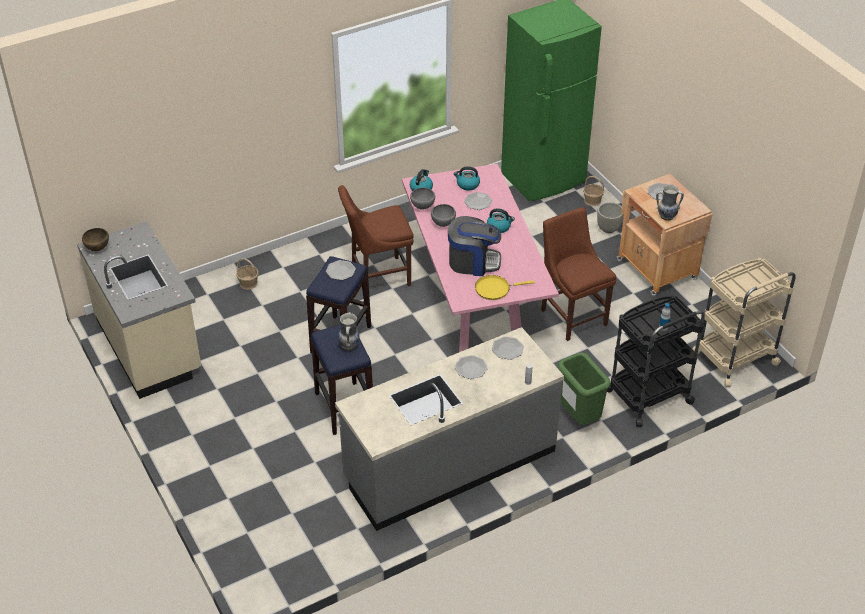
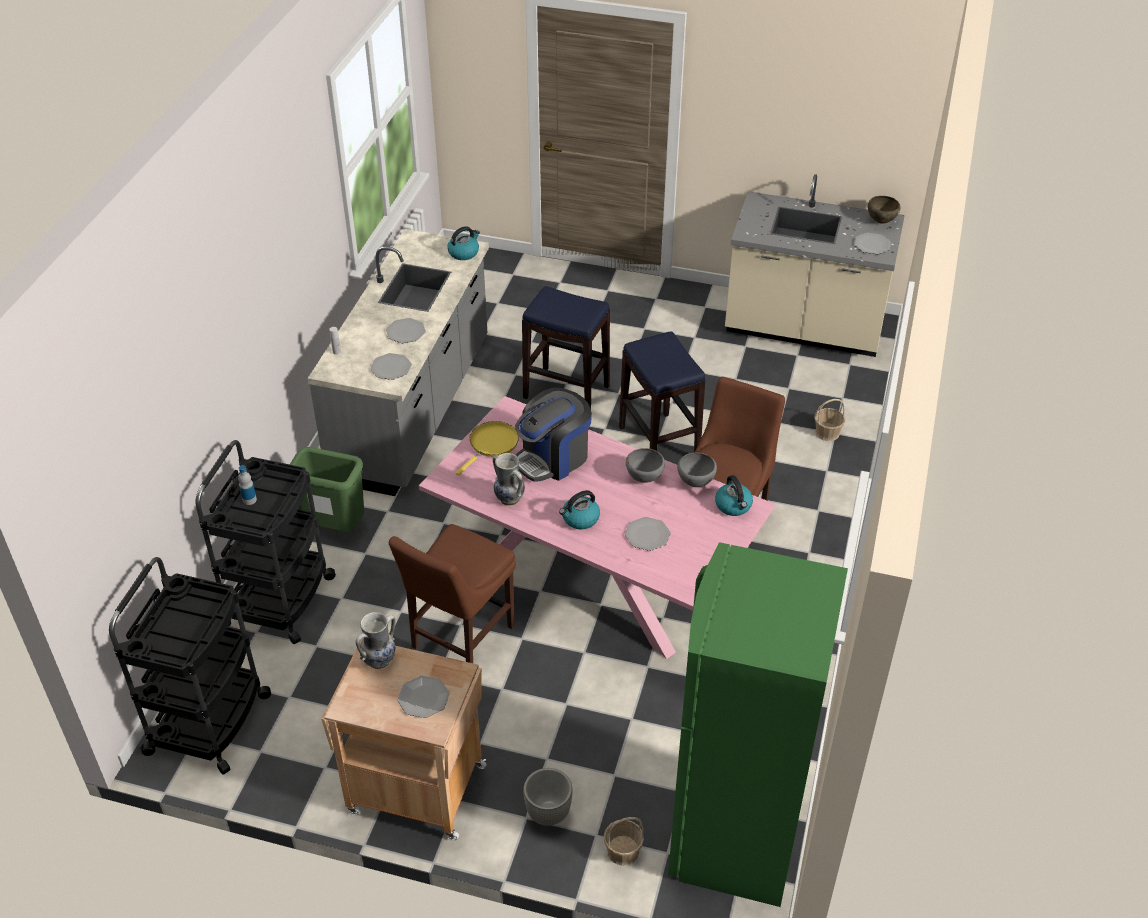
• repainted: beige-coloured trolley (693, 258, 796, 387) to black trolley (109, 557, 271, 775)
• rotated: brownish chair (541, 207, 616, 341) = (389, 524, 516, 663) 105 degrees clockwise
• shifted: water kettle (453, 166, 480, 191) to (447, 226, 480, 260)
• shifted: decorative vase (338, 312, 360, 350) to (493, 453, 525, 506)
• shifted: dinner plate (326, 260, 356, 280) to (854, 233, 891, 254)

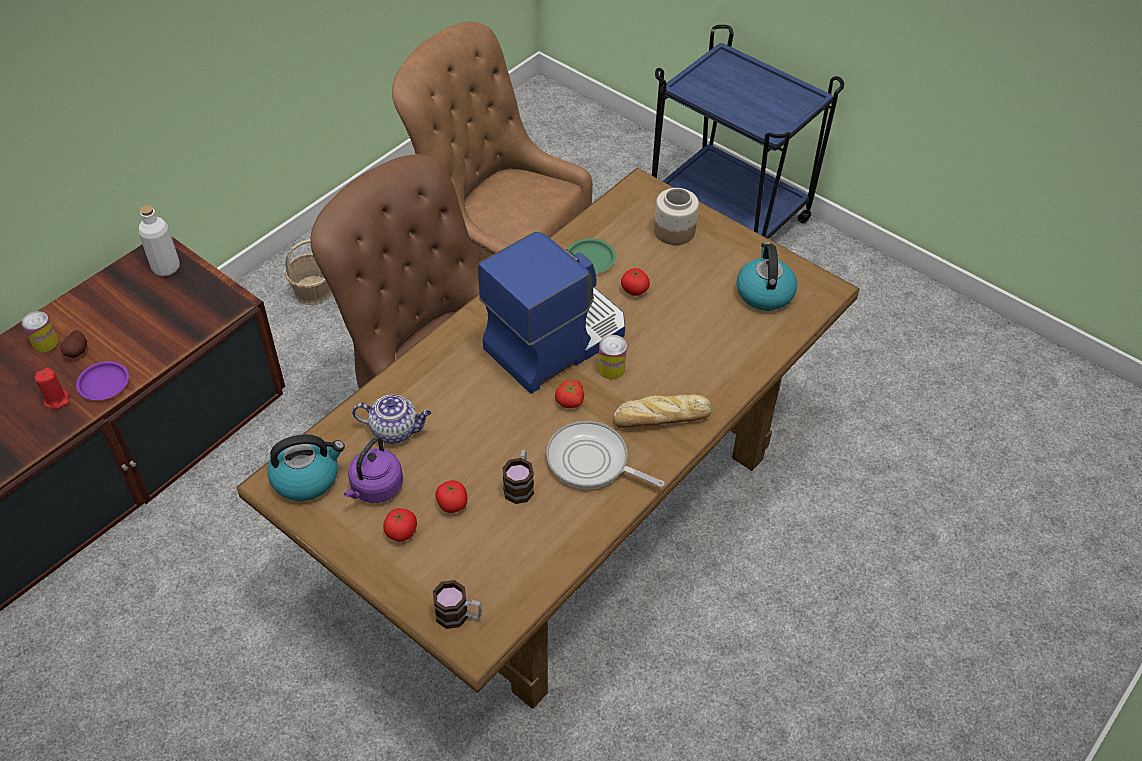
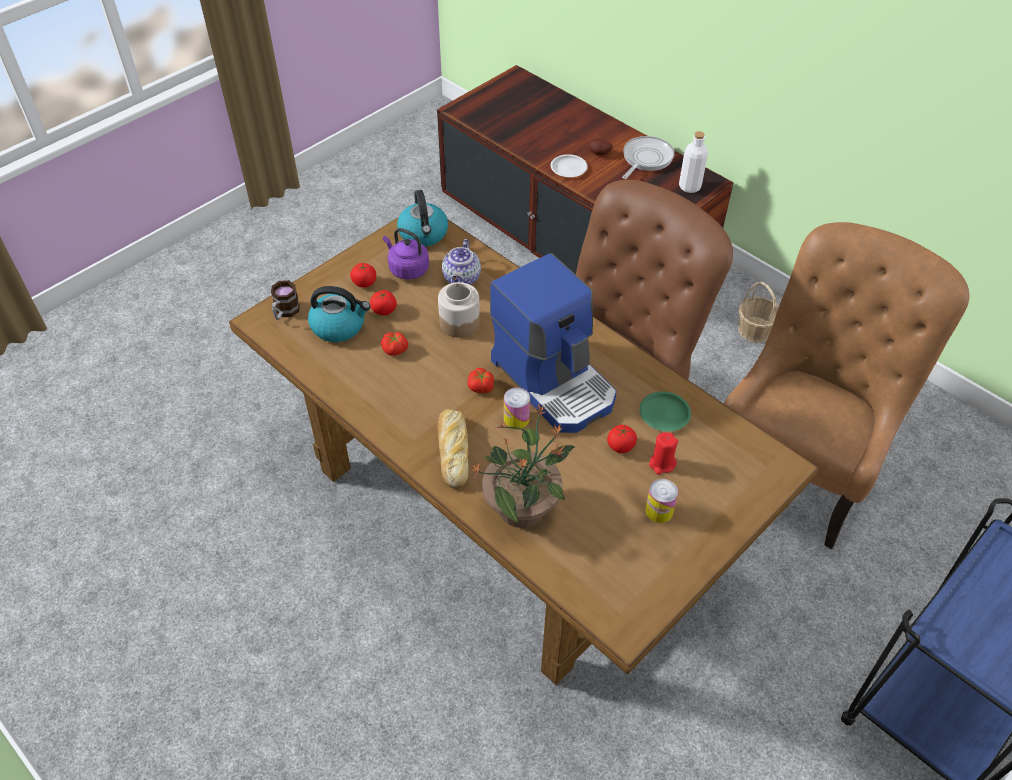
• shifted: water kettle (737, 242, 797, 311) to (308, 286, 370, 342)
• swapped: mug (502, 450, 534, 504) to tomato (381, 332, 408, 356)
• shifted: jar (654, 188, 699, 245) to (438, 282, 480, 338)
• new: houseplant (469, 404, 575, 528)
• repainted: purple-coloured dinner plate (76, 361, 129, 400) to whitish dinner plate (550, 154, 588, 177)
• shifted: pan (547, 421, 665, 489) to (622, 136, 675, 179)
• shifted: sealed can (22, 311, 58, 352) to (645, 479, 678, 523)
• shifted: red-coloured wax candle (35, 368, 69, 409) to (649, 432, 678, 475)

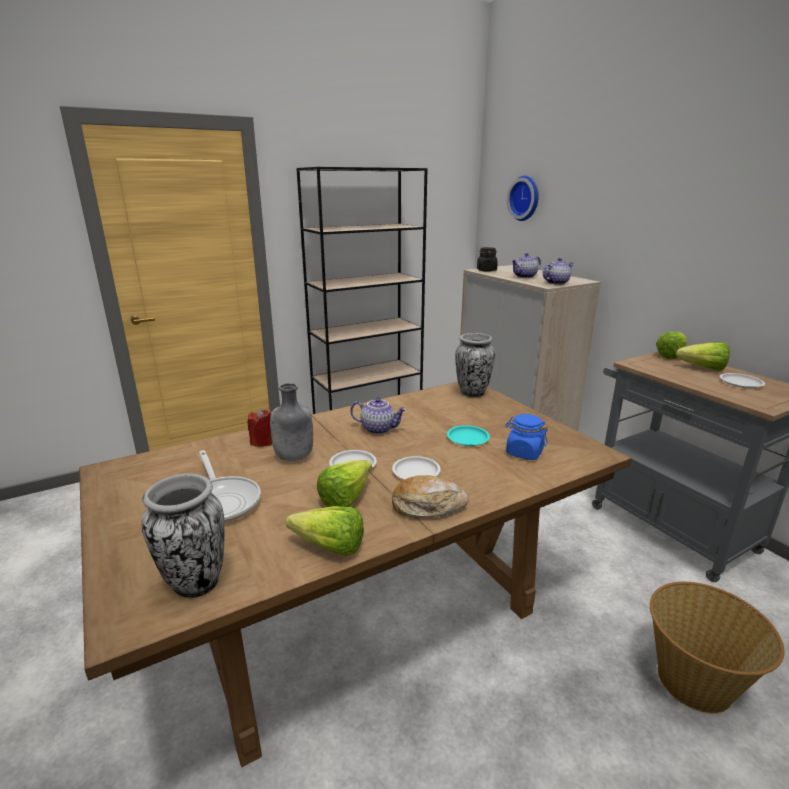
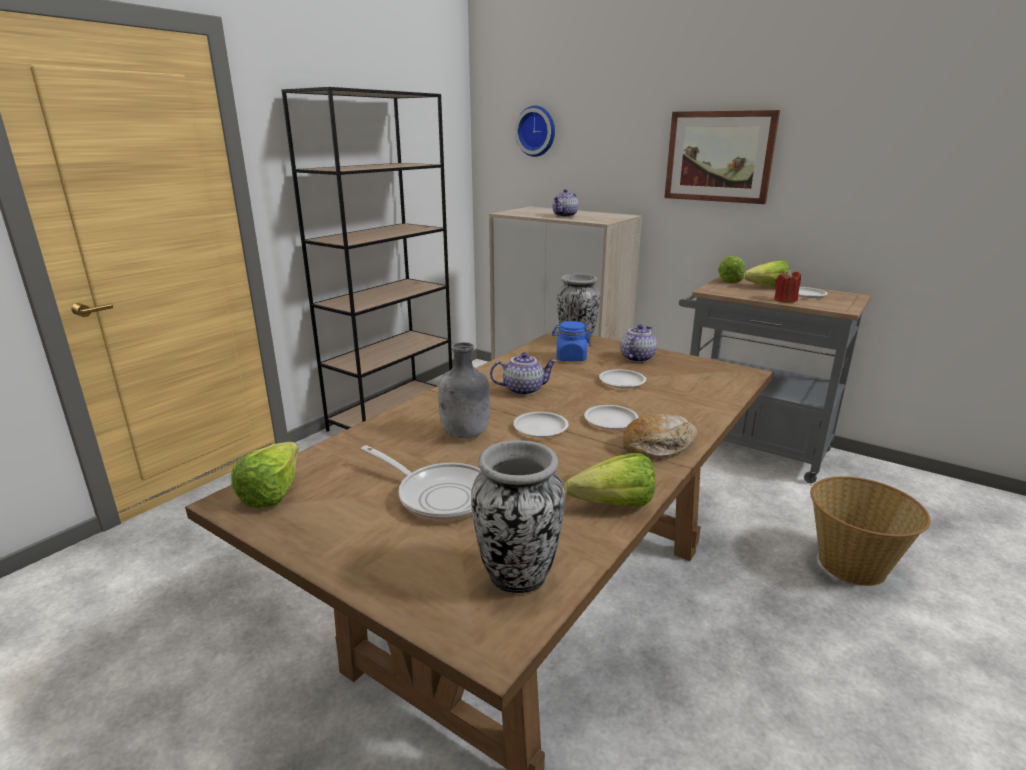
• shifted: lettuce (317, 460, 372, 507) to (231, 442, 299, 508)
• shifted: bluish jar (505, 414, 548, 460) to (552, 321, 591, 361)
• repainted: turquoise dinner plate (447, 425, 490, 446) to whitish dinner plate (599, 369, 646, 388)
• shifted: pot for tea (543, 258, 574, 285) to (620, 325, 657, 362)
• new: wall picture (664, 110, 780, 204)
• shifted: red-coloured wax candle (247, 409, 272, 447) to (774, 270, 801, 303)
• gone: black jar (477, 247, 498, 272)

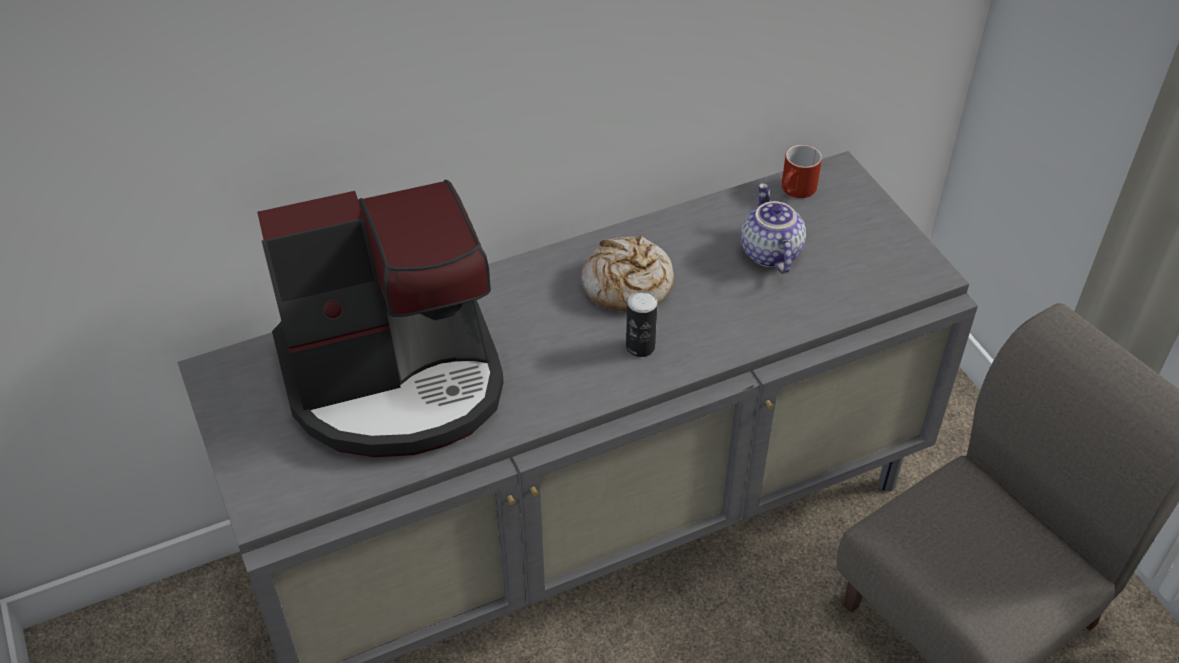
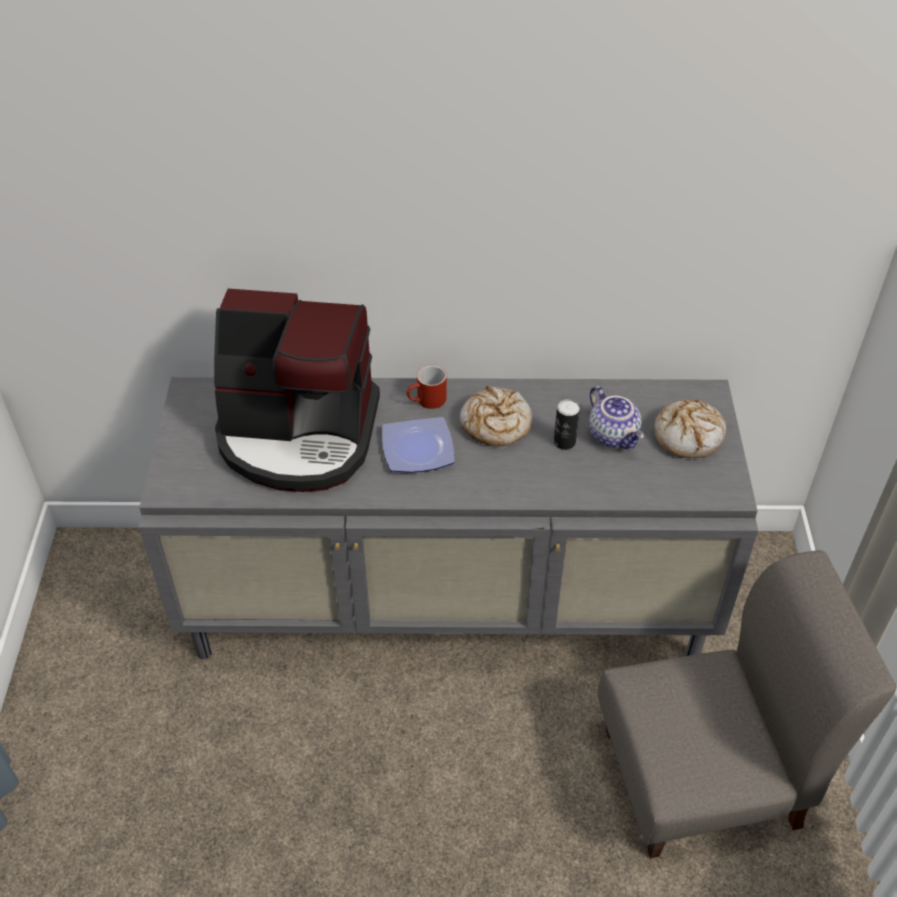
• new: dinner plate (382, 417, 454, 473)
• shifted: red-coloured mug (781, 144, 822, 198) to (407, 365, 446, 409)
• shifted: sealed can (626, 291, 658, 357) to (554, 399, 580, 450)
• rotated: pot for tea (741, 183, 806, 274) = (589, 386, 644, 449) 135 degrees clockwise
• new: bakery bread (654, 399, 726, 458)

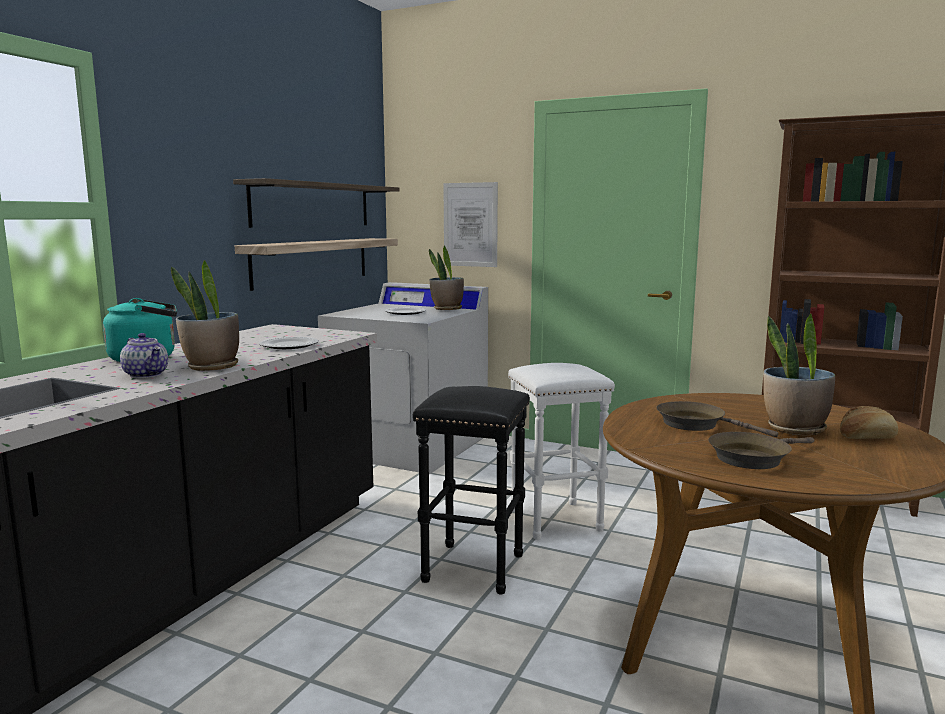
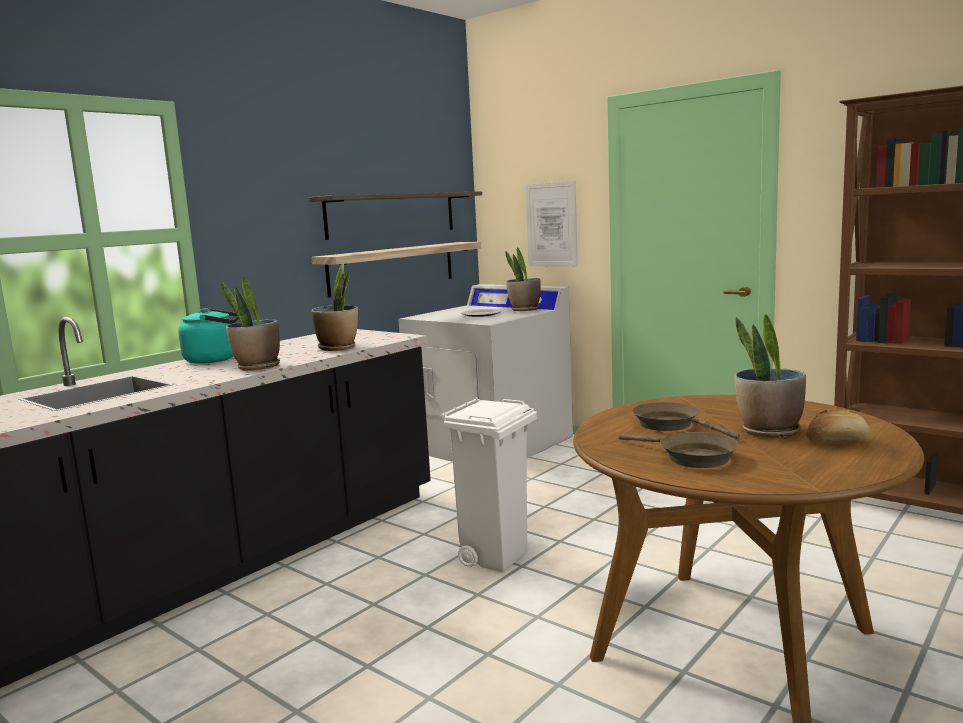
• swapped: dinner plate (259, 337, 319, 349) to houseplant (311, 262, 358, 351)
• swapped: black sitting stool (413, 386, 530, 595) to whitish rubbish bin (441, 397, 537, 572)
• rotated: brownish pan (708, 432, 814, 469) = (619, 432, 739, 468) 120 degrees counterclockwise
• gone: pot for tea (120, 333, 168, 378)
• gone: whitish sitting stool (508, 363, 615, 540)

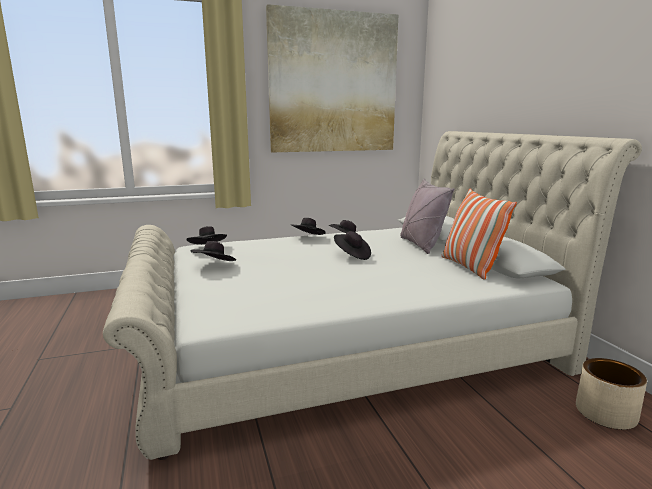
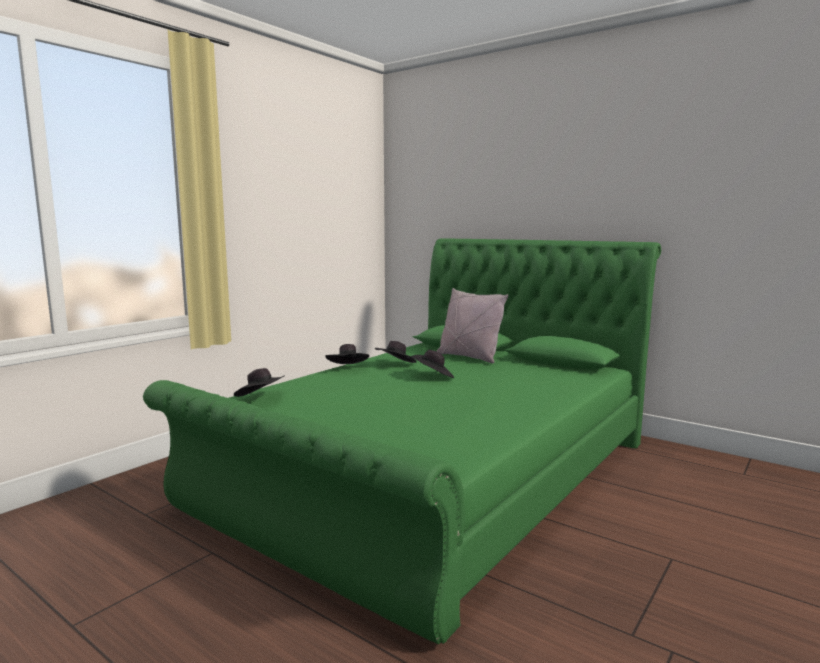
• repainted: beige-coloured sleeping bed (103, 131, 642, 460) to green sleeping bed (143, 238, 661, 644)
• gone: black hat (190, 241, 236, 261)
• gone: wall picture (266, 4, 398, 152)
• gone: throw pillow (442, 189, 517, 280)
• gone: beige-coloured plant pot (576, 358, 647, 430)

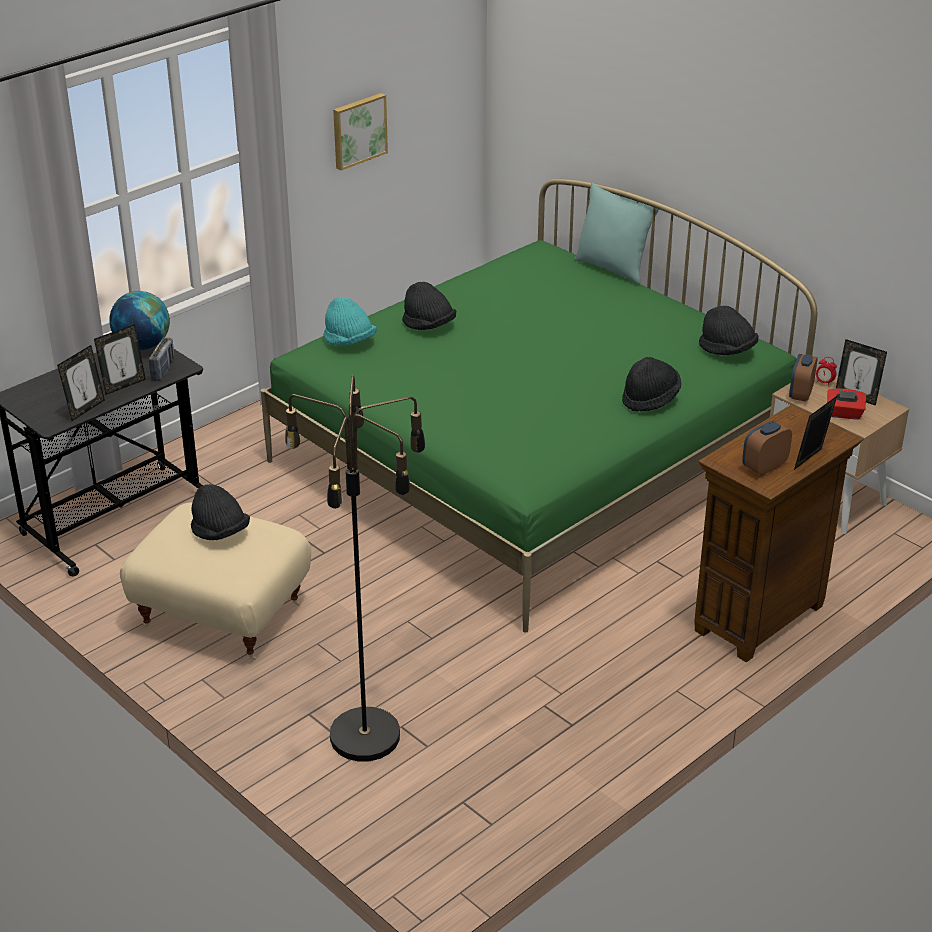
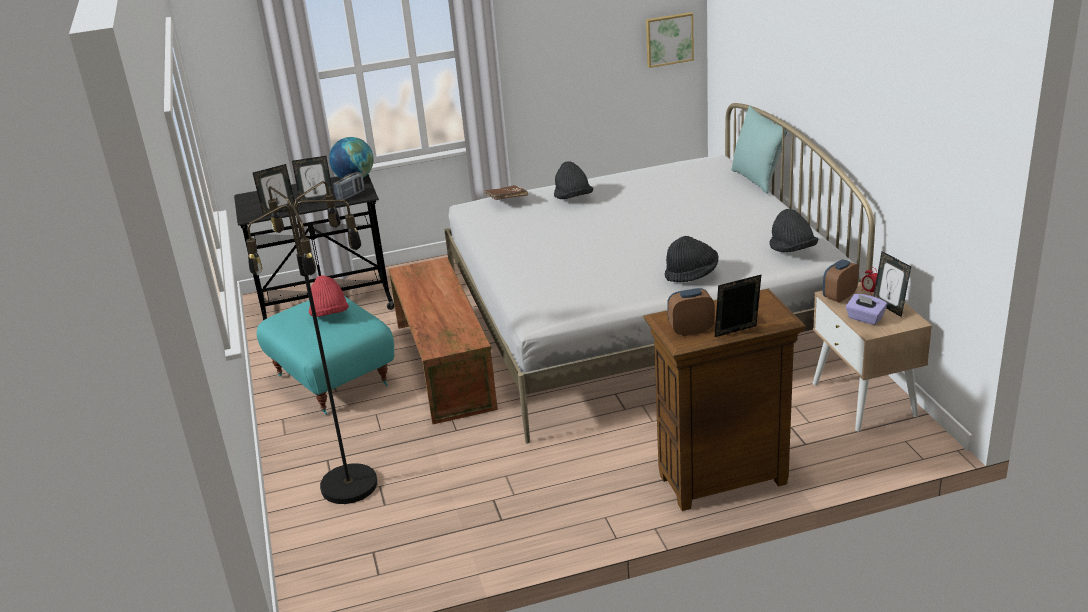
• repainted: beige-coloured pouffe (120, 502, 311, 660) to turquoise pouffe (257, 296, 394, 415)
• repainted: black hat (191, 484, 250, 540) to red-coloured hat (309, 275, 349, 317)
• new: brownish bench (388, 257, 498, 424)
• repainted: green sleeping bed (261, 178, 817, 633) to whitish sleeping bed (444, 103, 875, 444)
• swapped: turquoise hat (323, 297, 377, 346) to brownish bound book (484, 185, 528, 200)
• shifted: wall picture (333, 93, 388, 170) to (646, 12, 694, 68)
• repainted: red-coloured tissue holder (827, 389, 866, 419) to purple-coloured tissue holder (846, 294, 887, 325)

